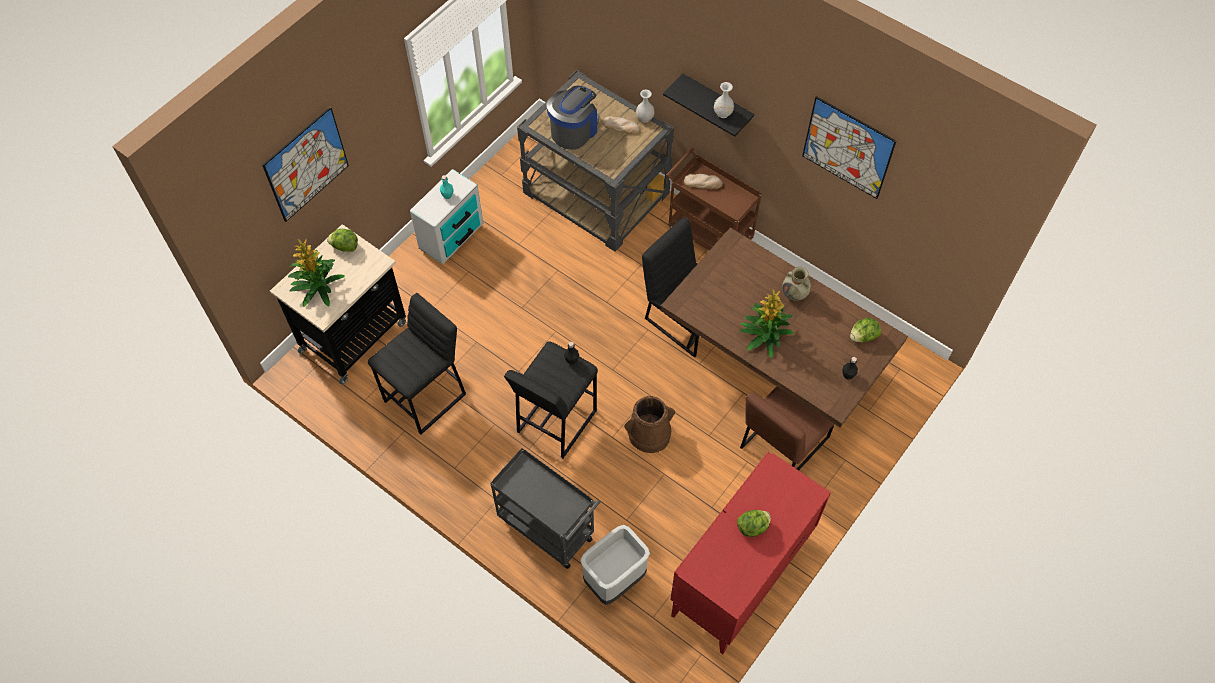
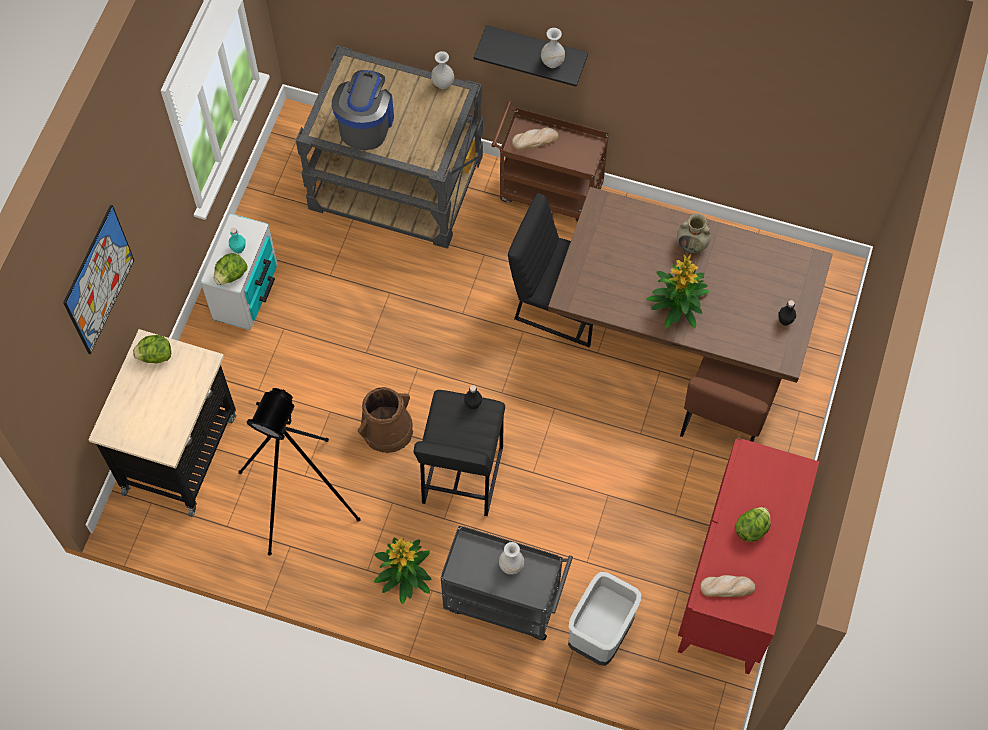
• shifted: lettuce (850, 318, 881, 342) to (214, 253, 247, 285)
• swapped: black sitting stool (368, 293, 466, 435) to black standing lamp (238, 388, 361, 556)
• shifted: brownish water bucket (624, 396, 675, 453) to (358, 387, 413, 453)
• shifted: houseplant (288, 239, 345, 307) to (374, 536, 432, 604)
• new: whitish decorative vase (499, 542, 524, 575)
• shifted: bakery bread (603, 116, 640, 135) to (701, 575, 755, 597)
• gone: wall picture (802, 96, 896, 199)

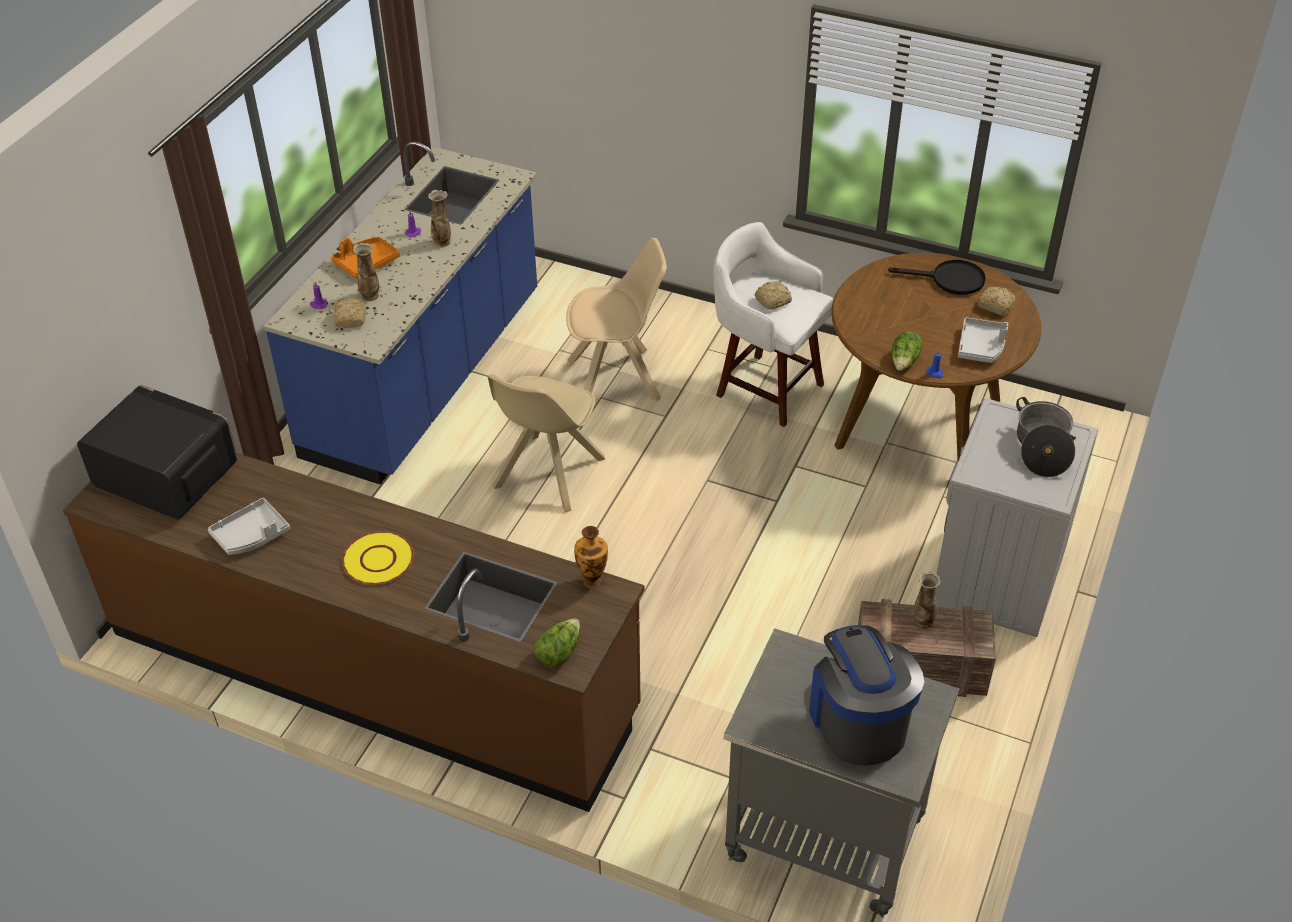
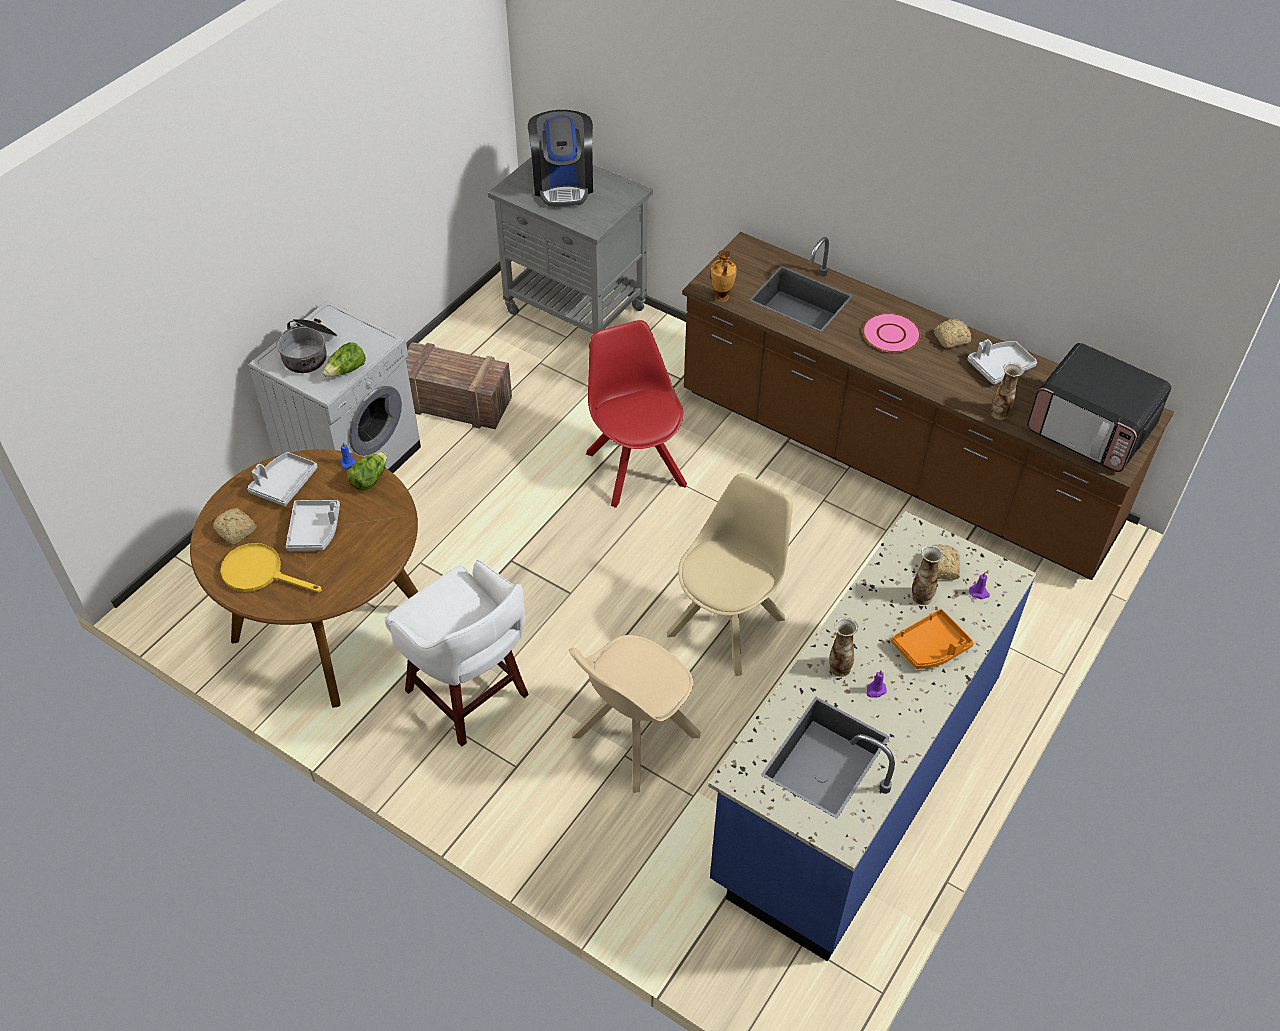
• repainted: black pan (888, 260, 986, 295) to yellow pan (221, 543, 322, 592)
• new: grey tray (286, 500, 340, 551)
• shifted: lettuce (534, 619, 580, 668) to (323, 342, 366, 377)
• rotated: beige-coloured chair (566, 238, 667, 401) = (569, 635, 701, 793) 45 degrees counterclockwise
• new: red-coloured chair (586, 320, 687, 508)
• repainted: yellow dinner plate (342, 531, 414, 585) to pinkish dinner plate (862, 313, 921, 353)
• shifted: bakery bread (755, 281, 792, 310) to (934, 319, 971, 349)
• shifted: decorative vase (913, 571, 941, 629) to (991, 363, 1024, 420)

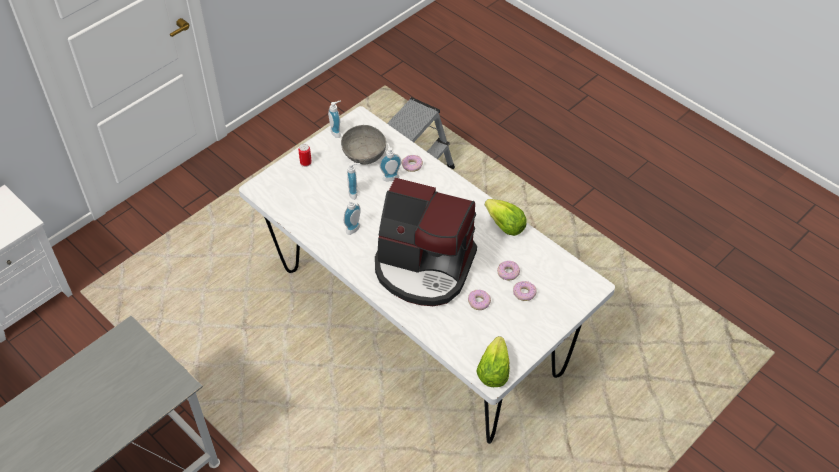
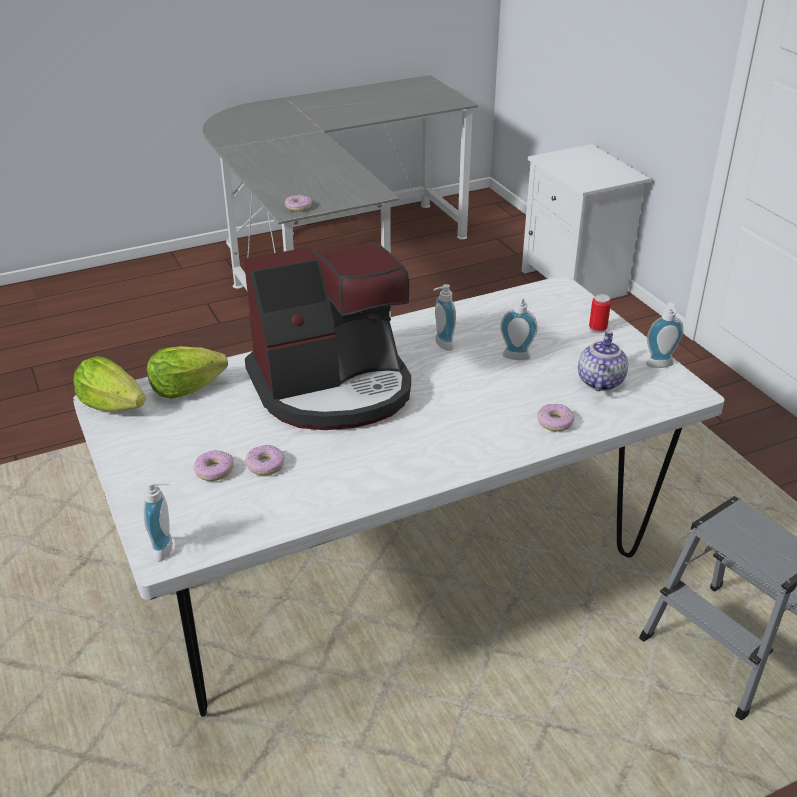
• shifted: soap bottle (379, 143, 401, 181) to (143, 480, 173, 562)
• shifted: lettuce (485, 199, 527, 236) to (147, 346, 228, 399)
• rotated: coffee maker (375, 178, 477, 306) = (244, 242, 411, 430) 150 degrees counterclockwise
• shifted: doughnut (468, 290, 491, 310) to (285, 195, 312, 212)
• swapped: grey bowl (341, 125, 386, 164) to pot for tea (578, 331, 628, 391)

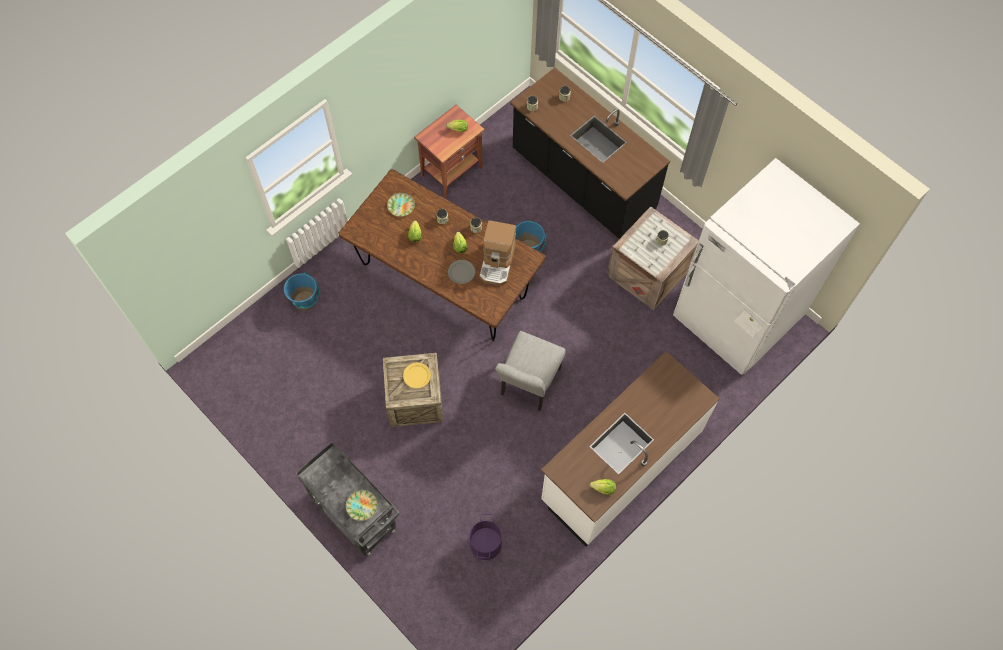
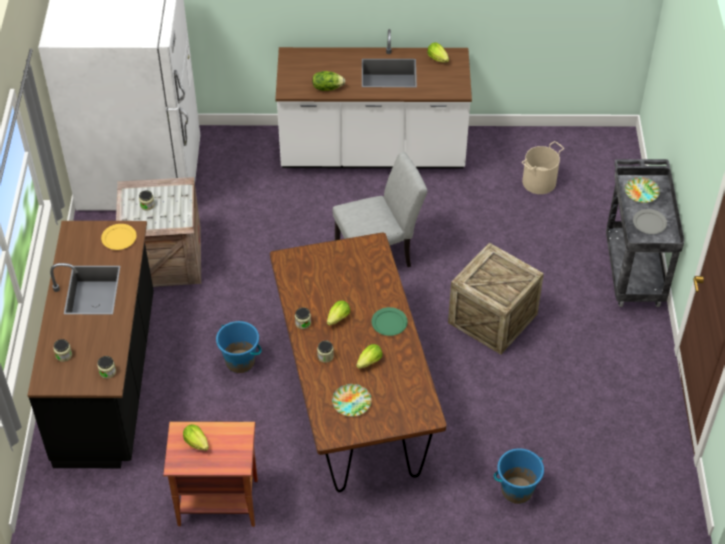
• shifted: yellow dinner plate (403, 363, 431, 388) to (101, 224, 137, 250)
• new: lettuce (312, 71, 345, 91)
• new: green dinner plate (371, 307, 408, 336)
• repainted: purple-coloured water bucket (469, 513, 502, 560) to beige-coloured water bucket (522, 141, 564, 194)
• shifted: grey dinner plate (448, 260, 475, 284) to (633, 209, 667, 234)
• gone: coffee maker (479, 220, 516, 286)

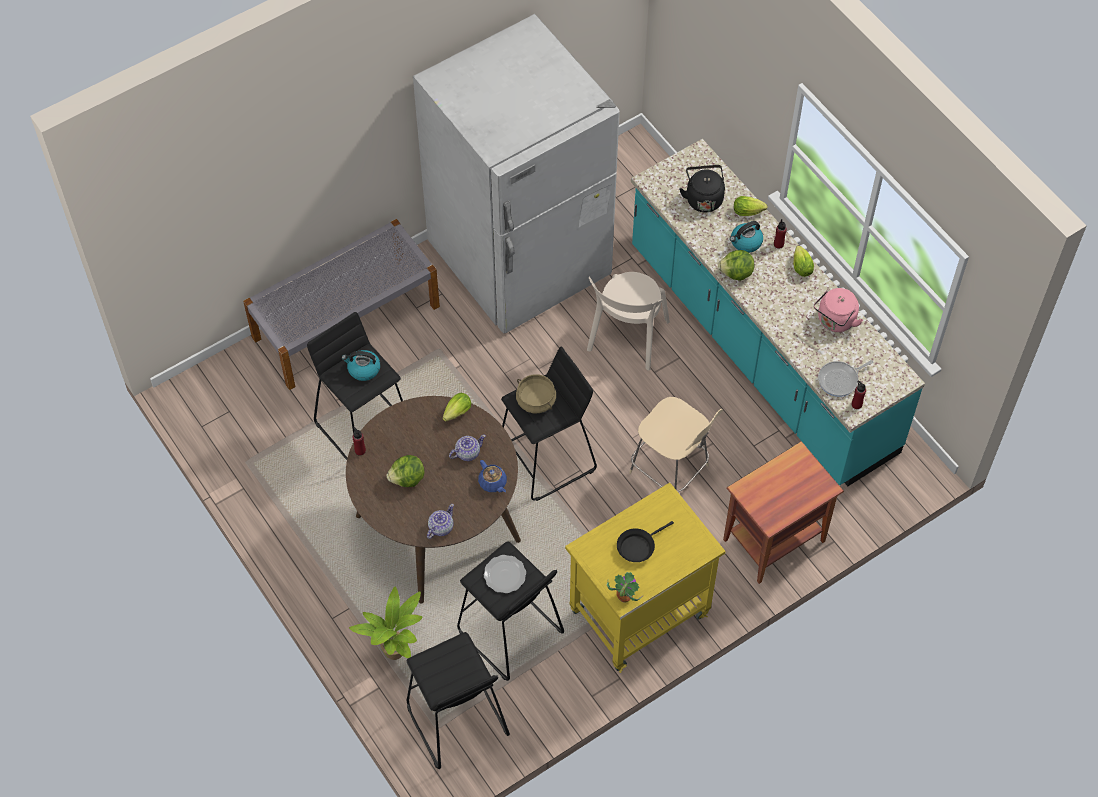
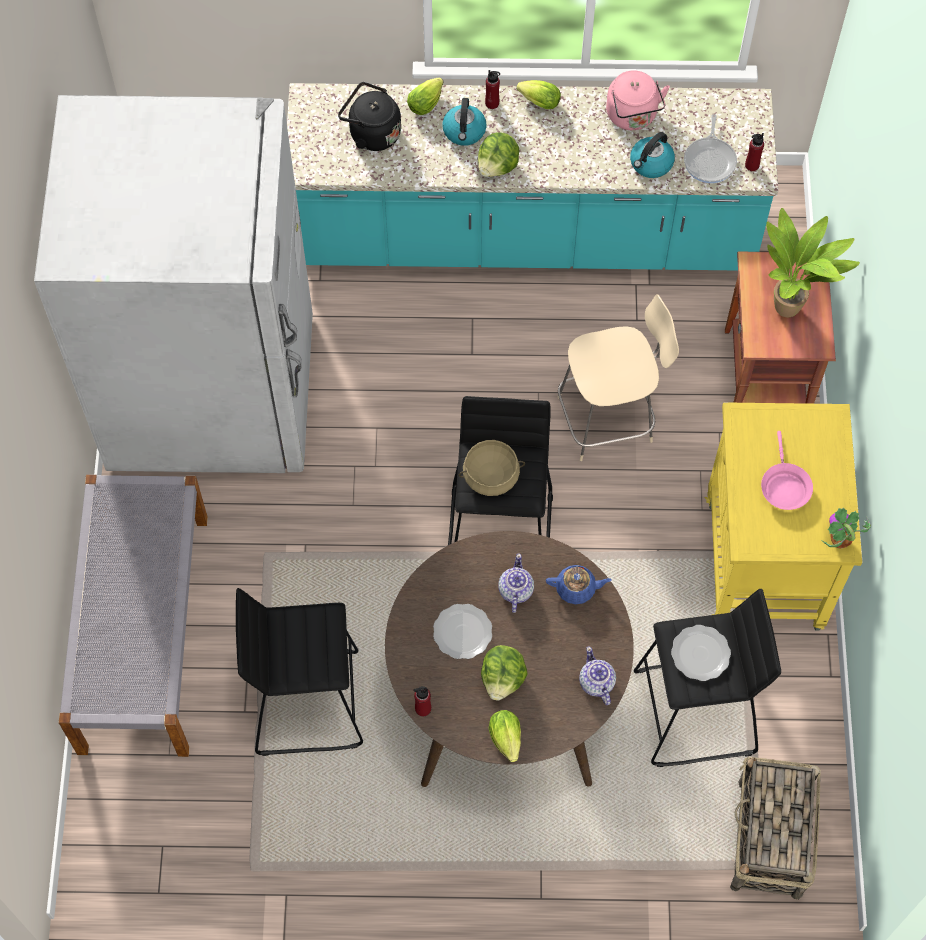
• new: dinner plate (433, 604, 492, 659)
• shifted: lettuce (442, 393, 471, 422) to (489, 710, 521, 762)
• shifted: water kettle (342, 350, 380, 381) to (630, 132, 675, 178)
• swapped: black sitting stool (407, 632, 510, 769) to household basket (730, 757, 821, 900)
• repainted: black pan (617, 521, 674, 562) to pinkish pan (761, 431, 813, 510)
• shifted: houseplant (349, 587, 423, 660) to (766, 208, 860, 317)
• gone: beige-coloured chair (587, 272, 670, 371)

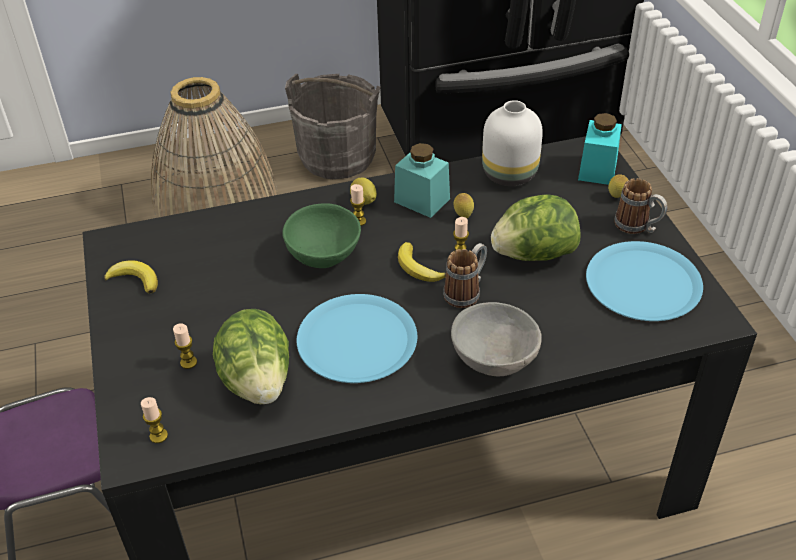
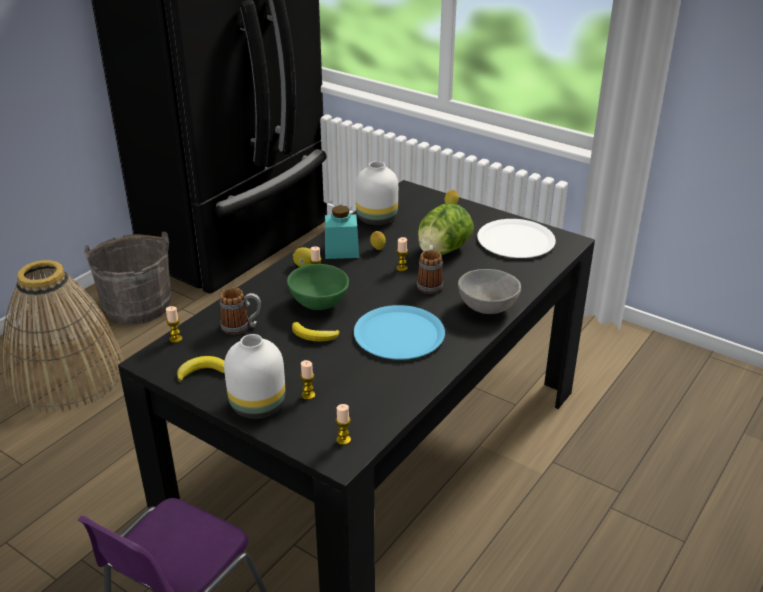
• new: wax candle (166, 306, 182, 343)
• shifted: mug (615, 178, 668, 234) to (220, 287, 261, 334)
• new: whitish decorative vase (224, 334, 285, 419)
• shifted: whole banana (398, 242, 446, 282) to (292, 322, 340, 341)
• repainted: bluish dinner plate (586, 241, 703, 321) to whitish dinner plate (477, 219, 556, 258)
• gone: lettuce (213, 309, 289, 404)
• gone: turquoise jar (578, 113, 622, 185)

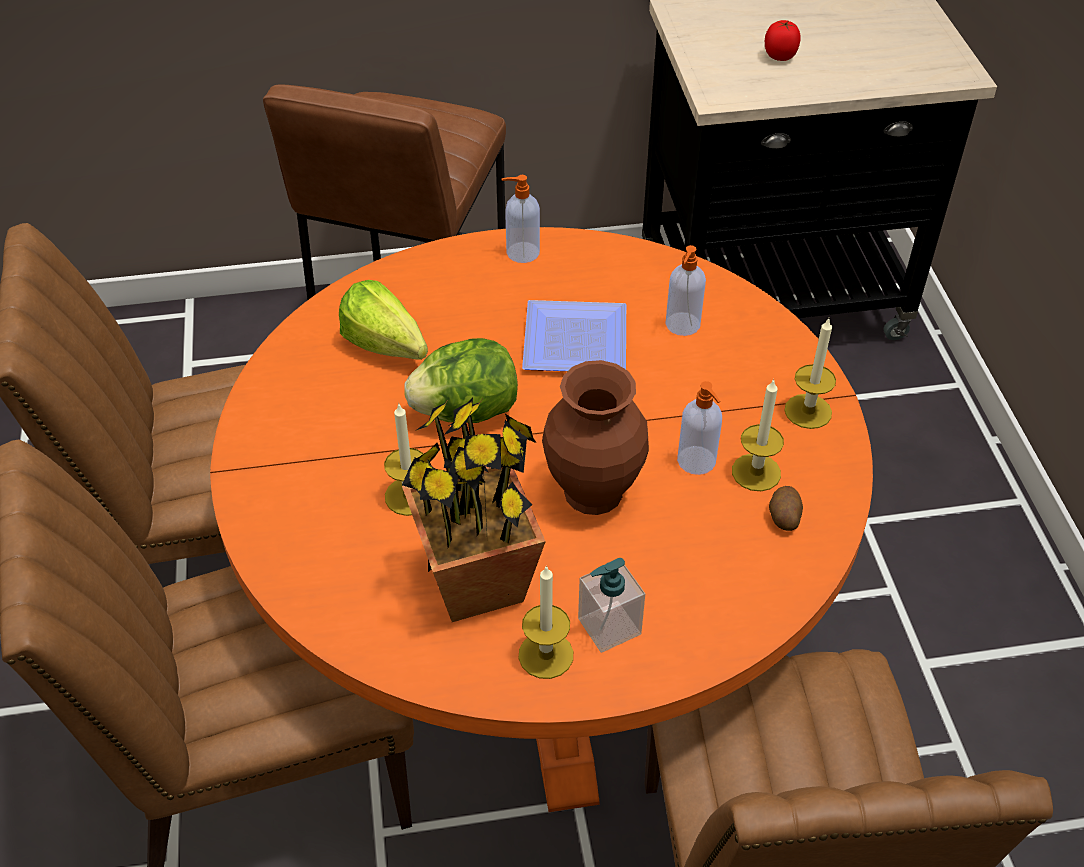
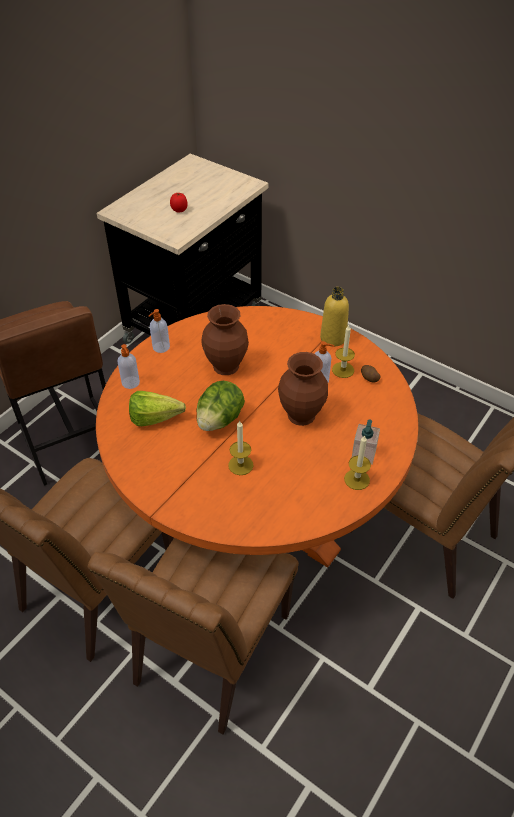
• shifted: soap bottle (665, 245, 706, 336) to (118, 344, 140, 389)
• swapped: dinner plate (522, 300, 626, 371) to brownish decorative vase (201, 304, 249, 375)
• swapped: wax candle (784, 318, 836, 429) to yellow drink bottle (320, 287, 349, 347)
• gone: houseplant (402, 397, 546, 622)

